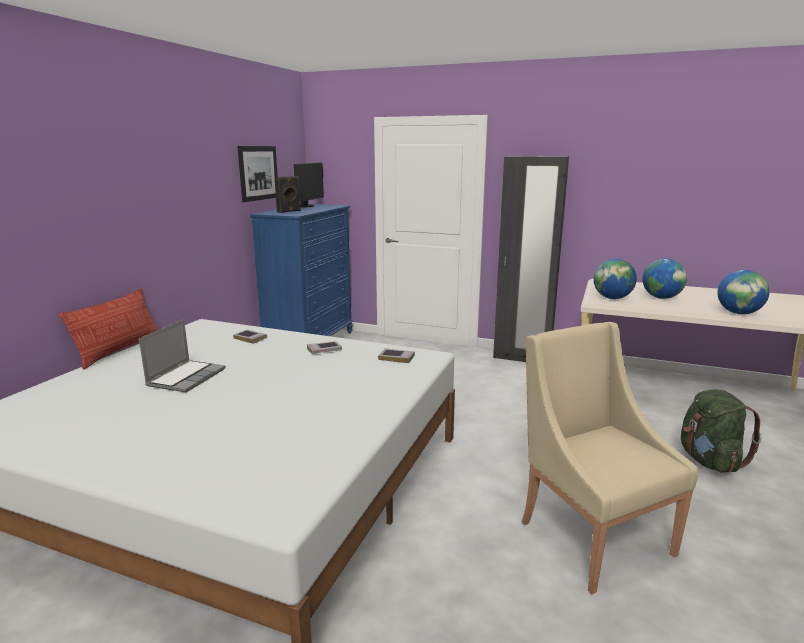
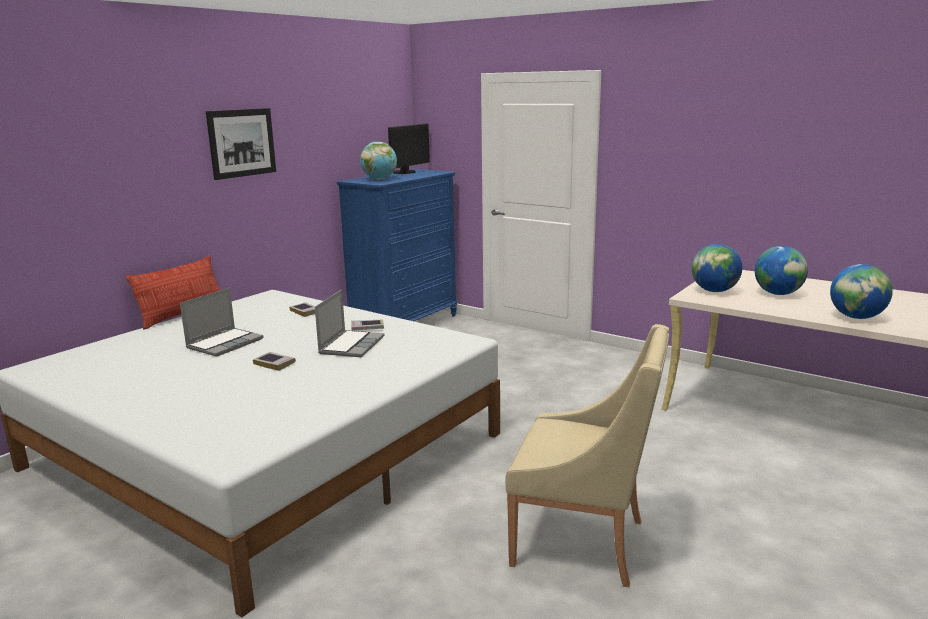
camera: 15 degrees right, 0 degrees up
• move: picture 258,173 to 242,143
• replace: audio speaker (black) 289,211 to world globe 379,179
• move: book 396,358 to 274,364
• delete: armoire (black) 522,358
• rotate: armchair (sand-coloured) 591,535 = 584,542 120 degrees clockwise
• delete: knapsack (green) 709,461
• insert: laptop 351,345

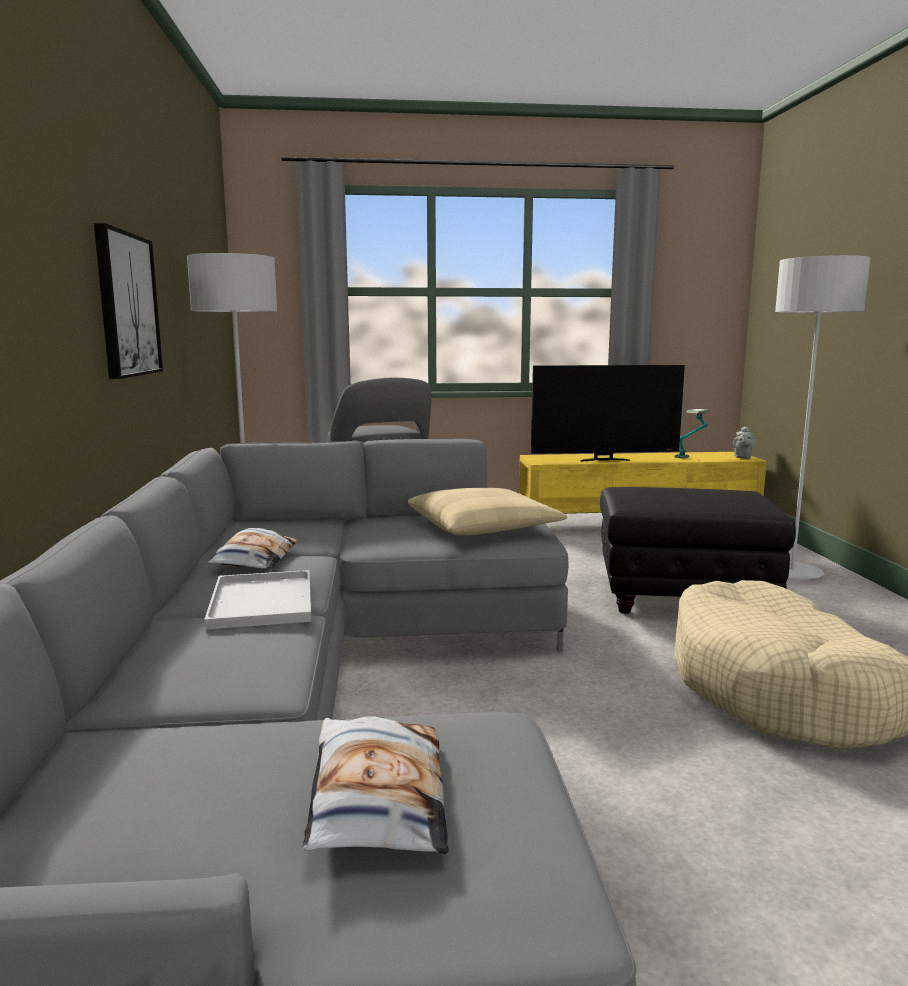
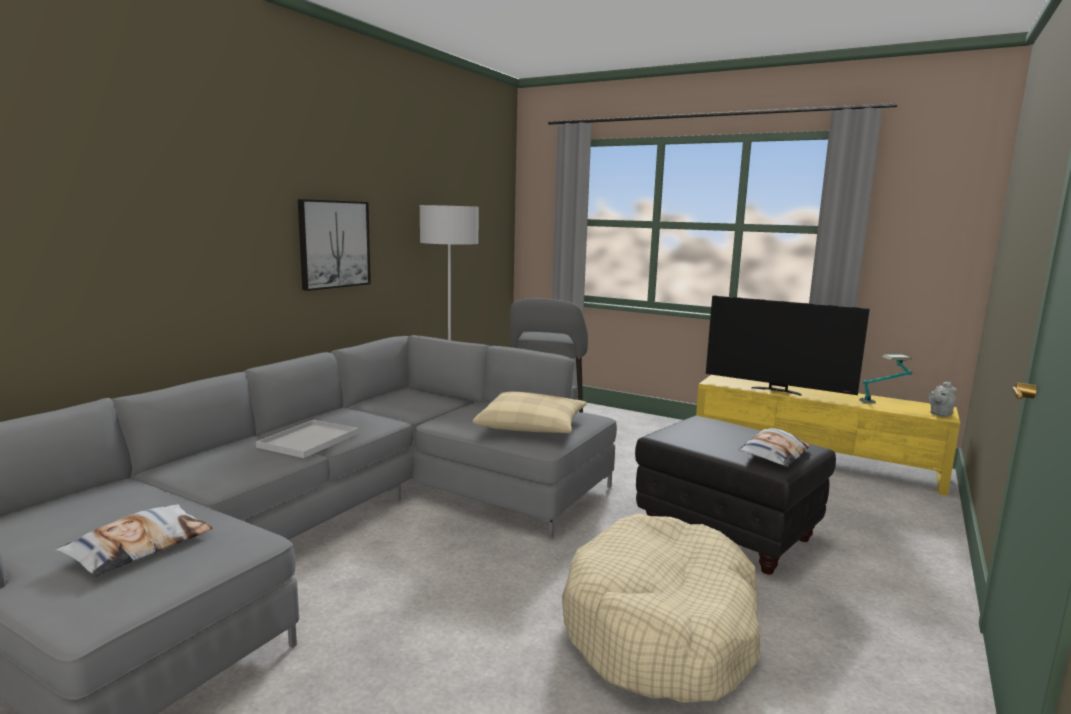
camera: 35 degrees right, 0 degrees up
• move: pillow 254,559 to 773,454
• delete: standard lamp (gray) 792,573

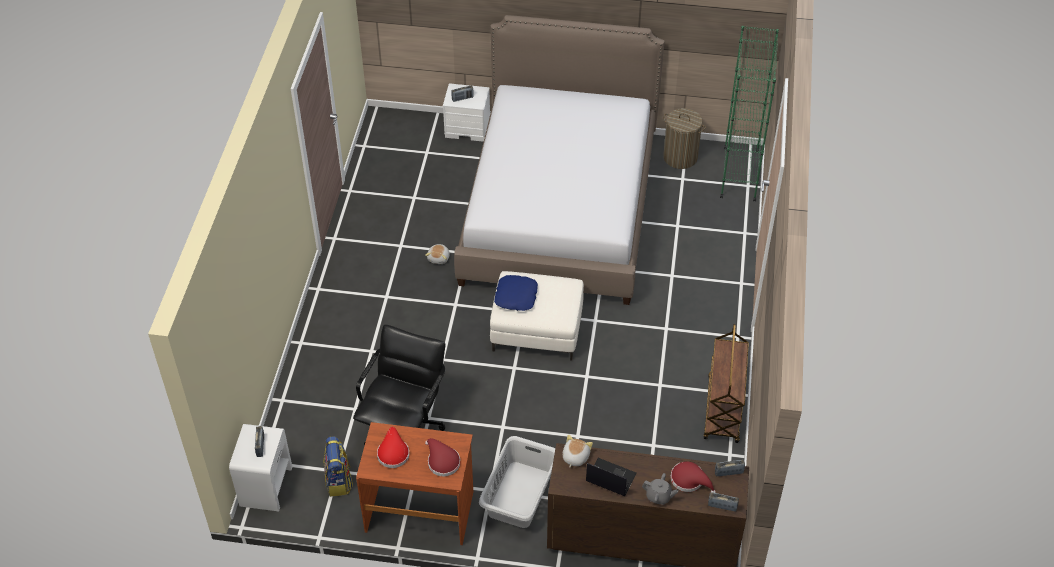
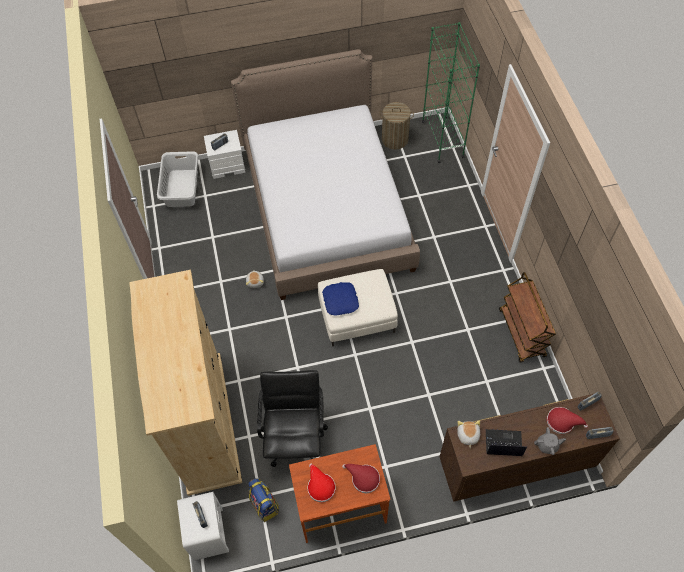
camera: 20 degrees left, 10 degrees up
• move: washing basket (gray) 518,495 to 181,188
• insert: armoire (sand-coloured) 204,422

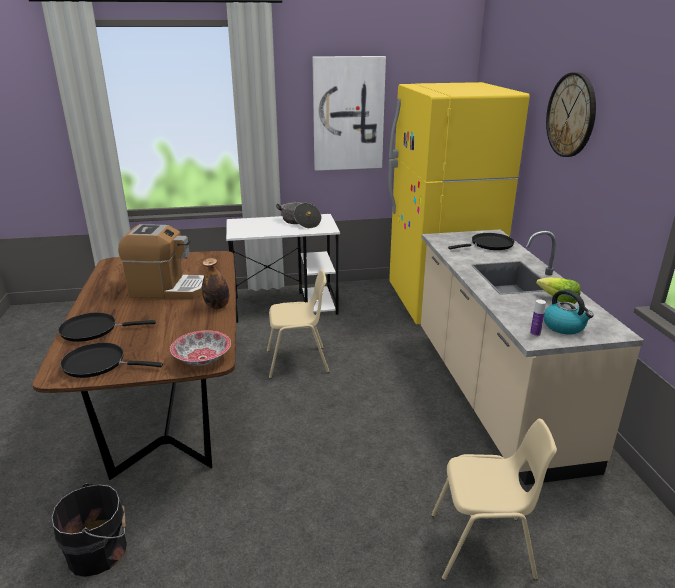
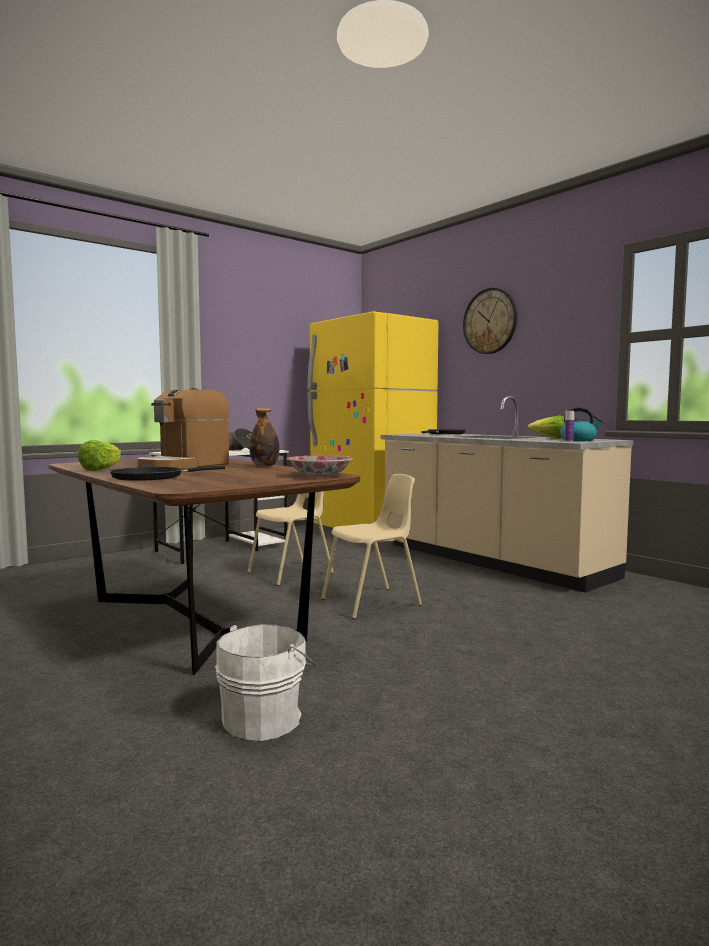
camera: 30 degrees left, 20 degrees down
• recolor: water bucket (black) 100,551 to water bucket (white-coloured) 265,717
• delete: frying pan (black) 98,364
• rotate: coffee machine 168,289 = 184,465 150 degrees clockwise
• delete: picture 348,114
• move: upright chair (sand-coloured) 483,547 to 372,603
• insert: lettuce head 101,470

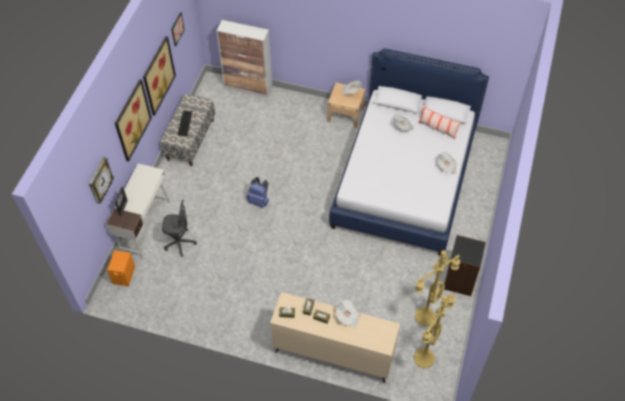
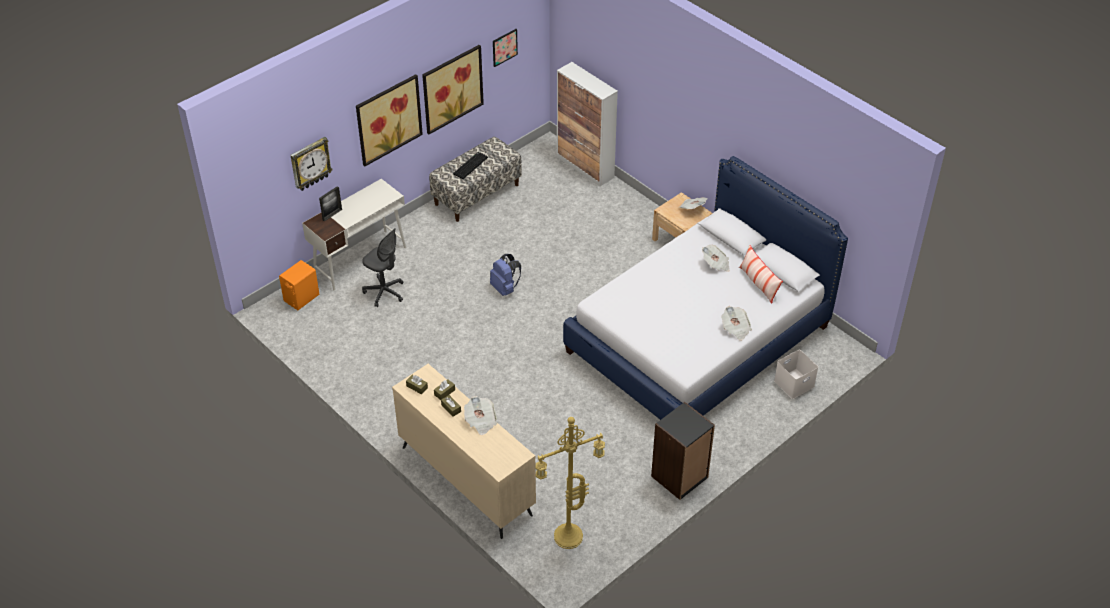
camera: 30 degrees right, 10 degrees down
• delete: standard lamp (yellowish) 425,318
• insert: storage box (white-coloured) 794,384

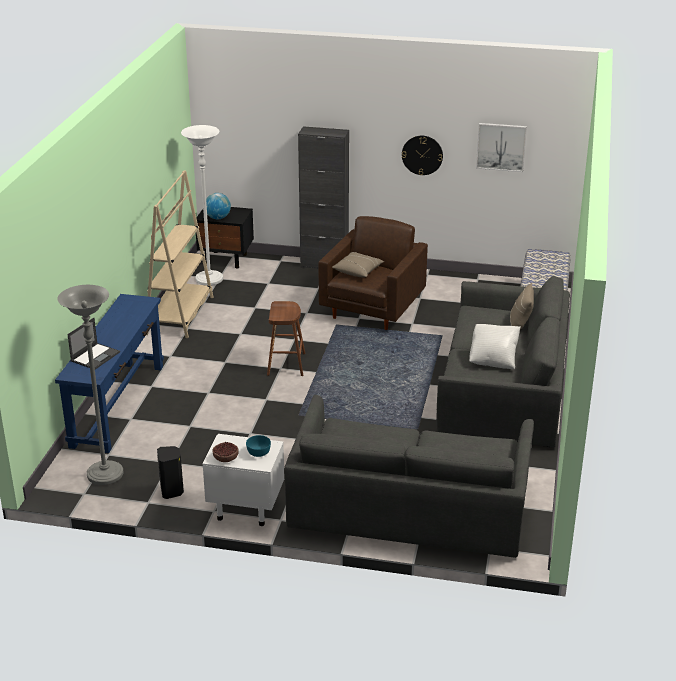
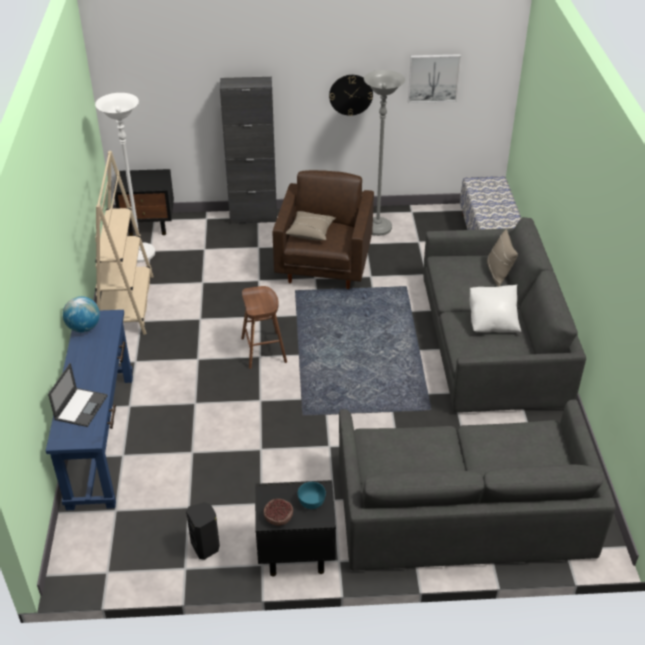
camera: 15 degrees left, 10 degrees up
• move: standard lamp (gray) 105,475 to 377,228
• recolor: bedside table (white-coloured) 245,509 to bedside table (black) 295,554
• move: world globe 218,218 to 84,327

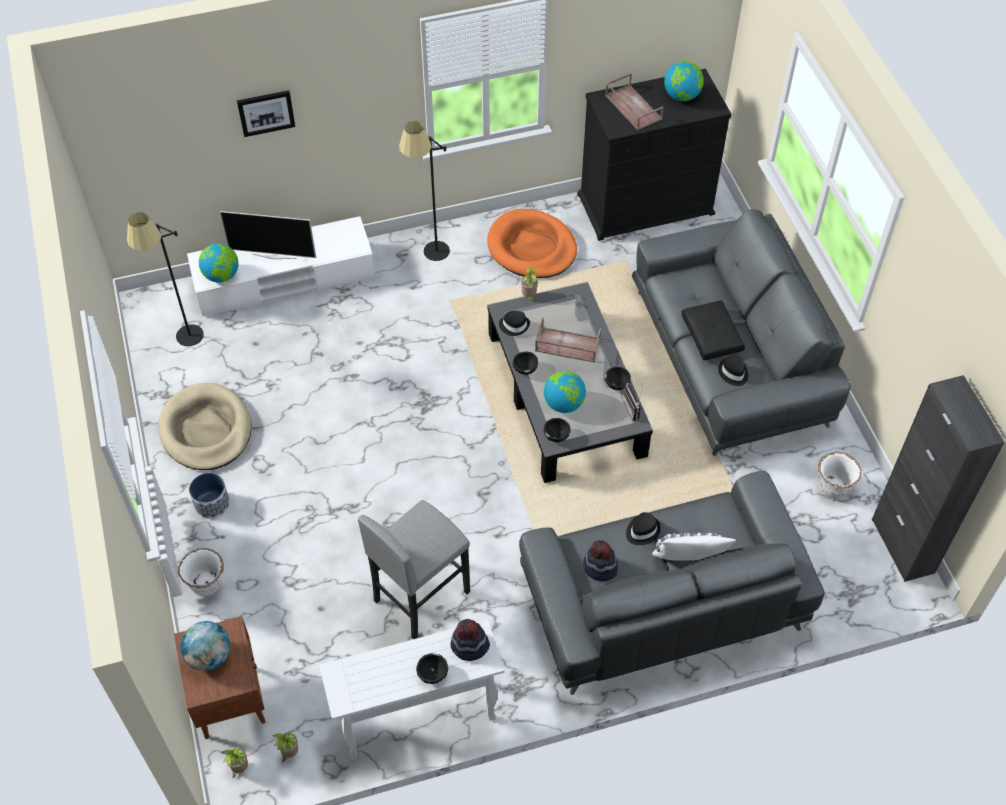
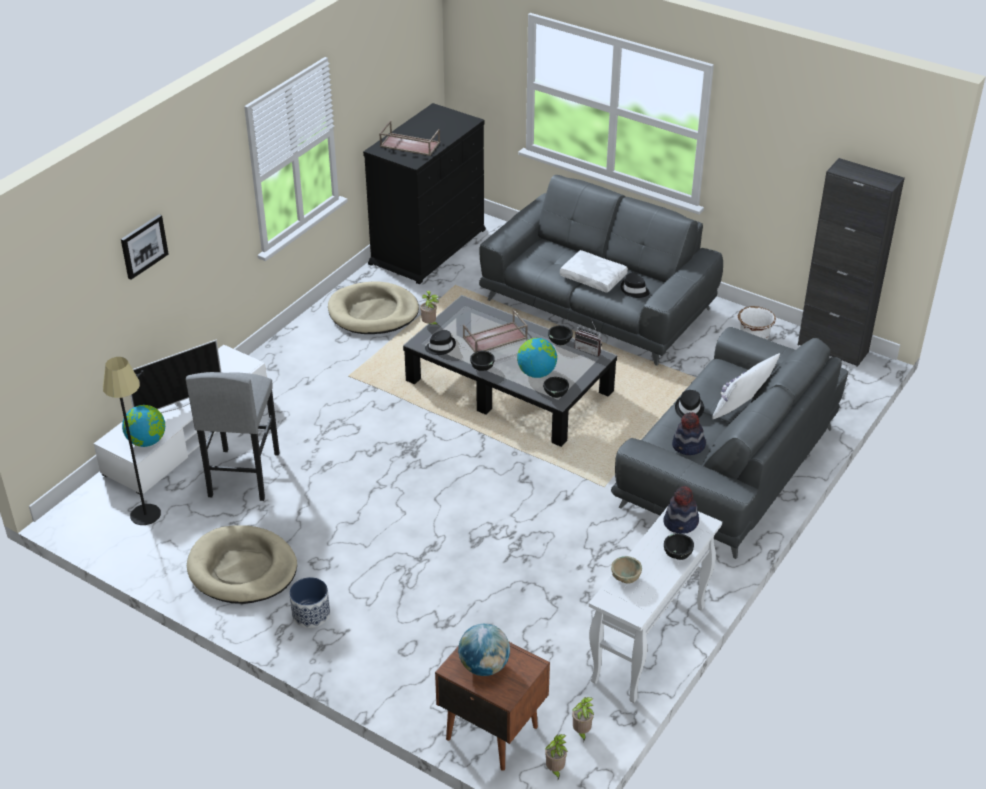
camera: 40 degrees left, 15 degrees down
• delete: plant pot (white-coloured) 207,584
• move: stool seat (gray) 421,596 to 243,475
• delete: standard lamp (black) 430,259
• recolor: dog cushion (orange) 532,247 to dog cushion (sand-coloured) 373,312
• delete: world globe 682,96
• recolor: pillow (black) 712,335 to pillow (white-coloured) 594,277
• insert: deep dish (sand-coloured) 626,578

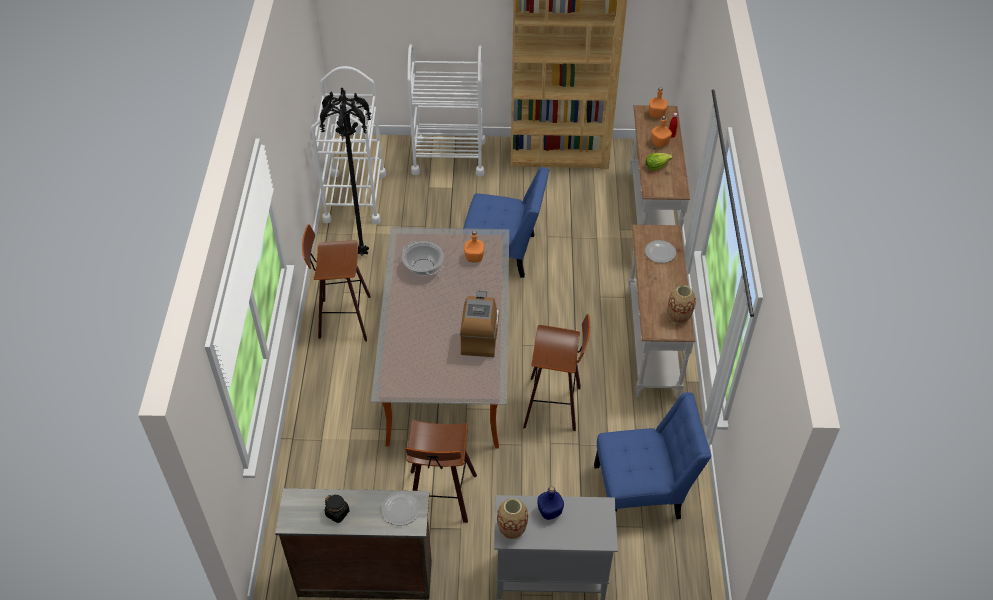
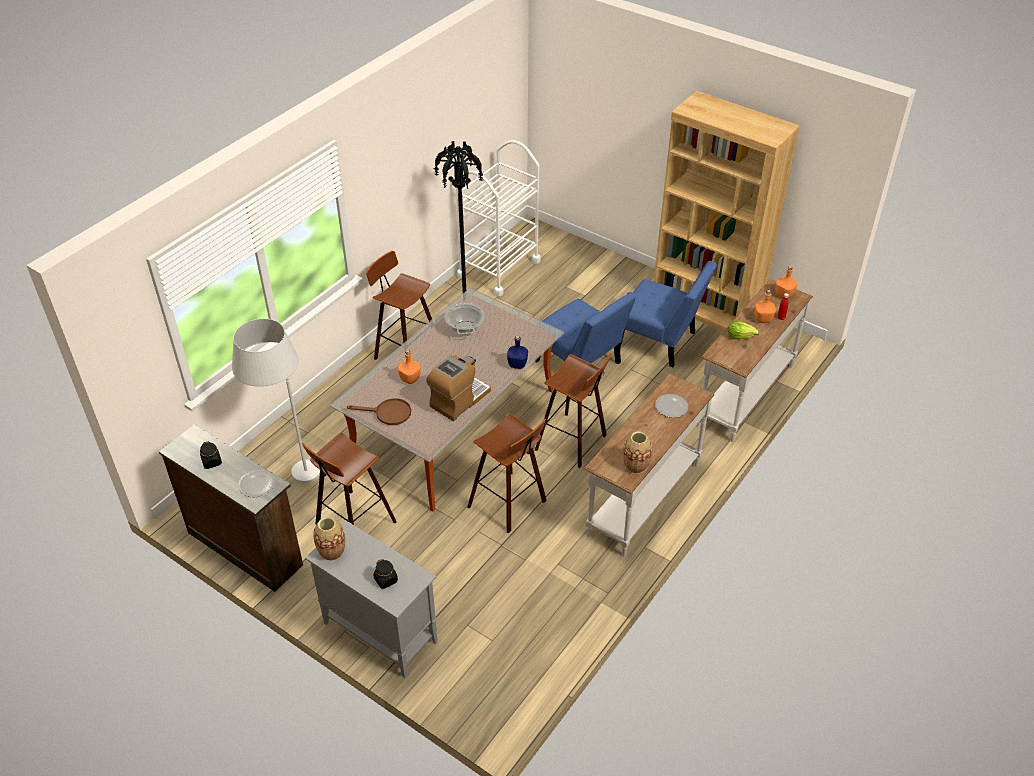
camera: 35 degrees right, 5 degrees down
• delete: wheeled cart (white-coloured) 448,157
• move: beverage bottle (orange) 474,258 to 410,379
• move: beverage bottle (blue-coloured) 549,512 to 517,364
• move: upright chair (blue-coloured) 643,491 to 660,342
• insert: standard lamp (white-coloured) 290,474
• insert: frying pan (brownish) 388,413
• insert: jar (black) 386,580
• insert: stool seat 574,442

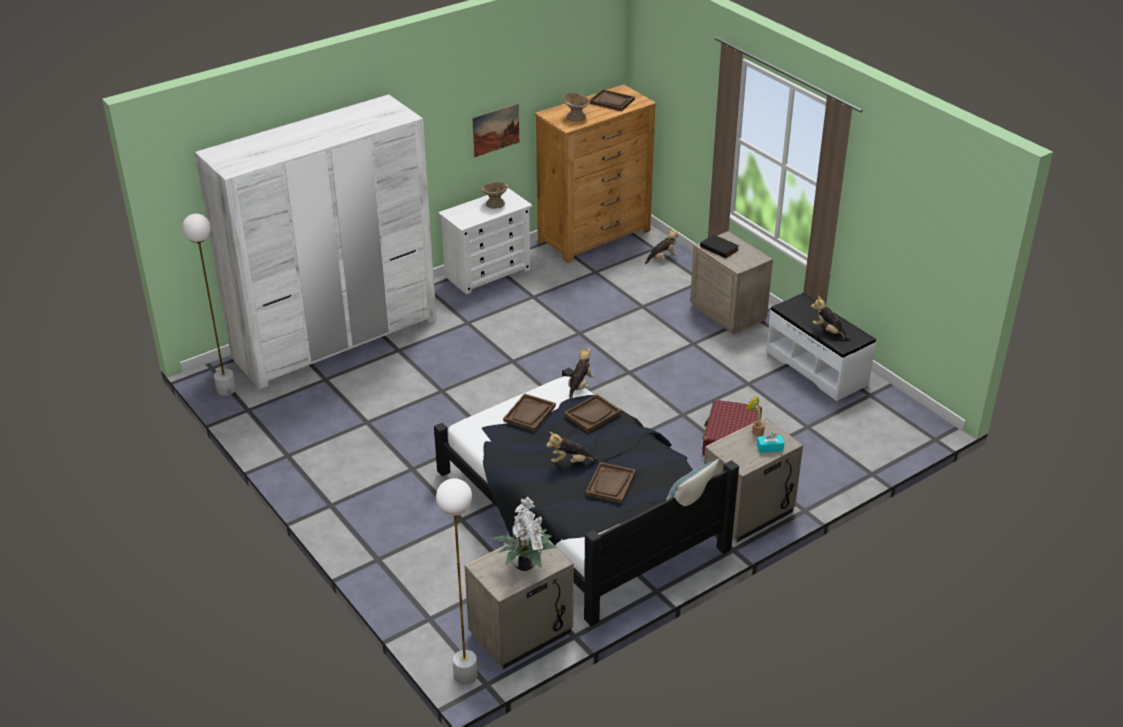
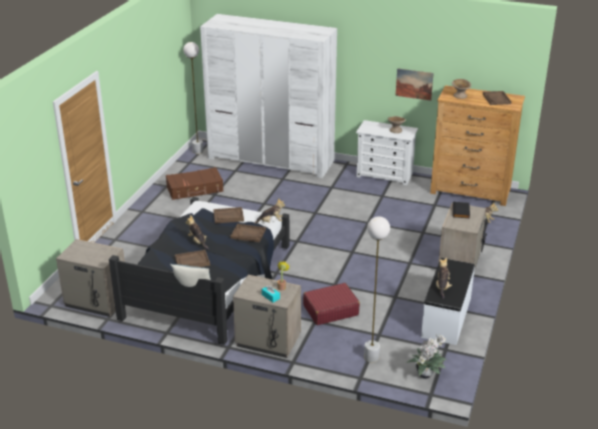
camera: 55 degrees right, 5 degrees down
• move: standard lamp (white-coloured) 465,675 to 371,357
• move: potted plant 525,563 to 426,374
• insert: travel case (brownish) 195,189

